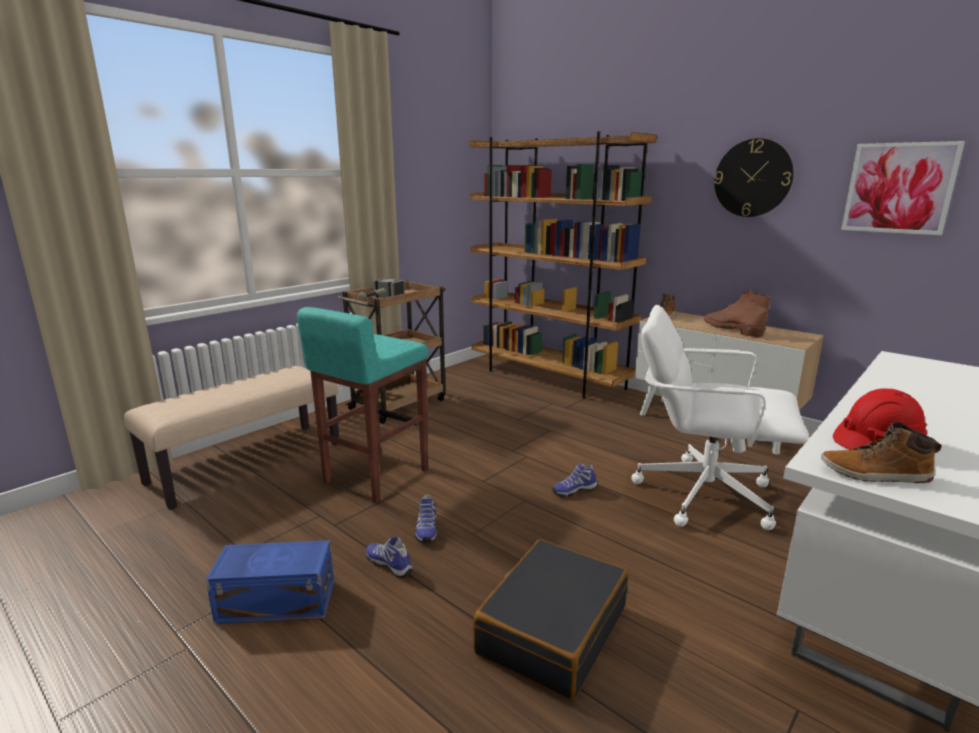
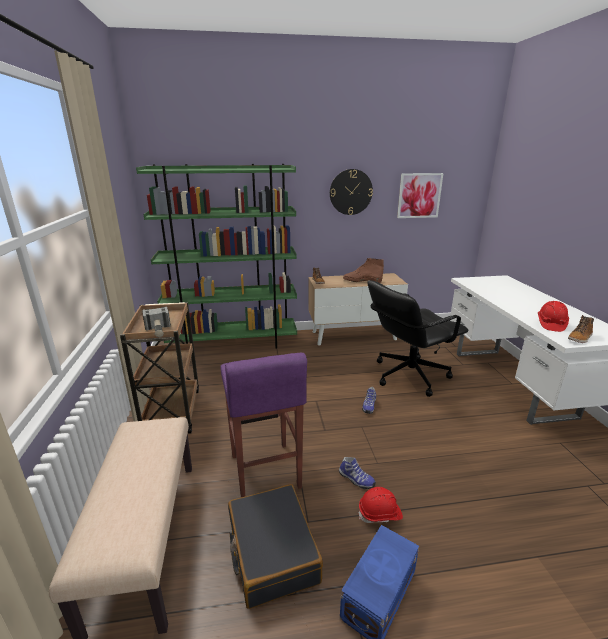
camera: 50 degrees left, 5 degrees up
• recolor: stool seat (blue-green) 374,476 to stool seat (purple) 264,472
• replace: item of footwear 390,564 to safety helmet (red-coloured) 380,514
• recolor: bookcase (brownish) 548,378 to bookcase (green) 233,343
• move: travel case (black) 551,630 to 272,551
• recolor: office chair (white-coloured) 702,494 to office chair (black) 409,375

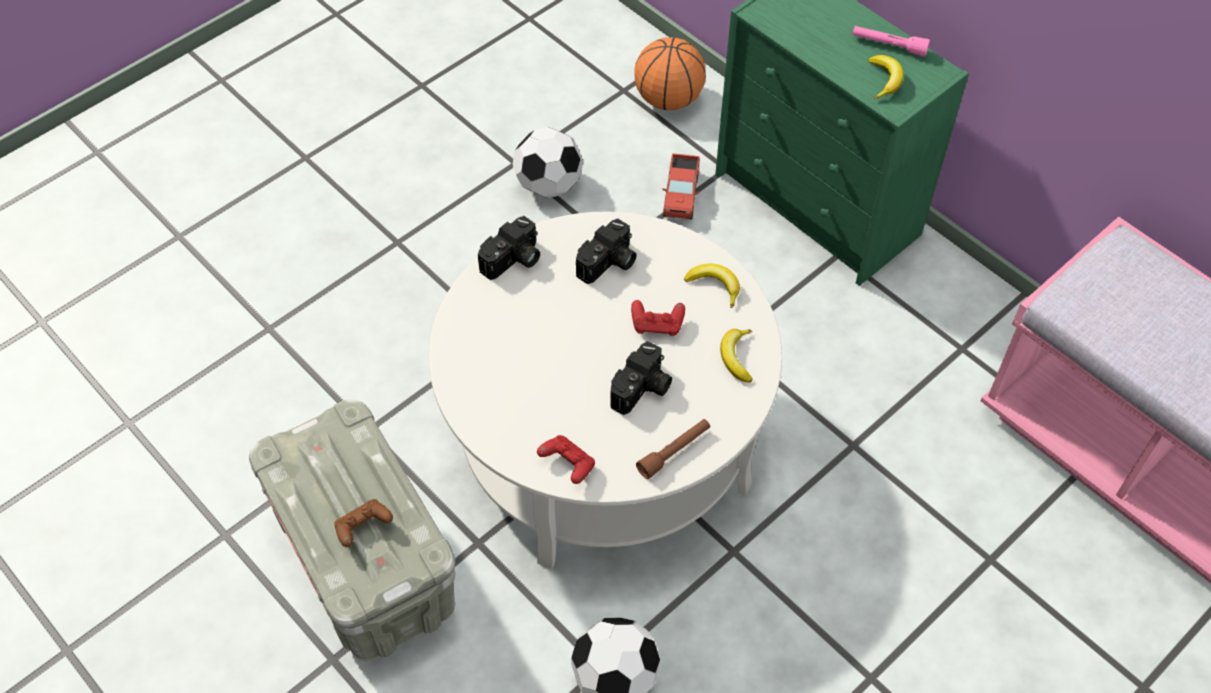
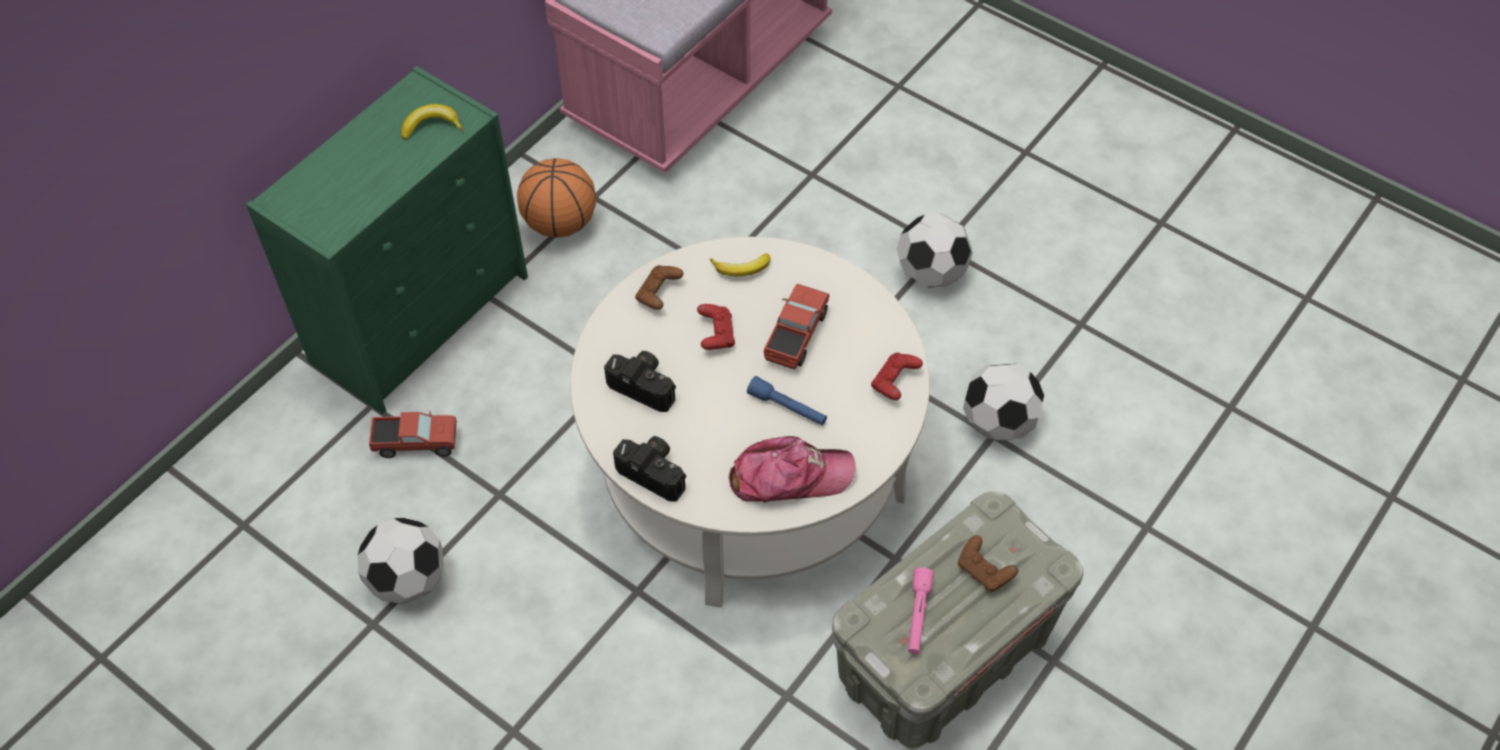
camera: 100 degrees left, 0 degrees up
• replace: photo camera 642,390 to toy truck 796,336
• move: basketball 668,99 to 560,223
• delete: torch (brownish) 674,452
• replace: banana 715,286 to game controller (brownish) 658,294
• move: torch (pinkish) 888,46 to 917,616
• insert: peaked cap 790,477
• insert: torch (blue-coloured) 787,408
• insert: ball for football 931,273

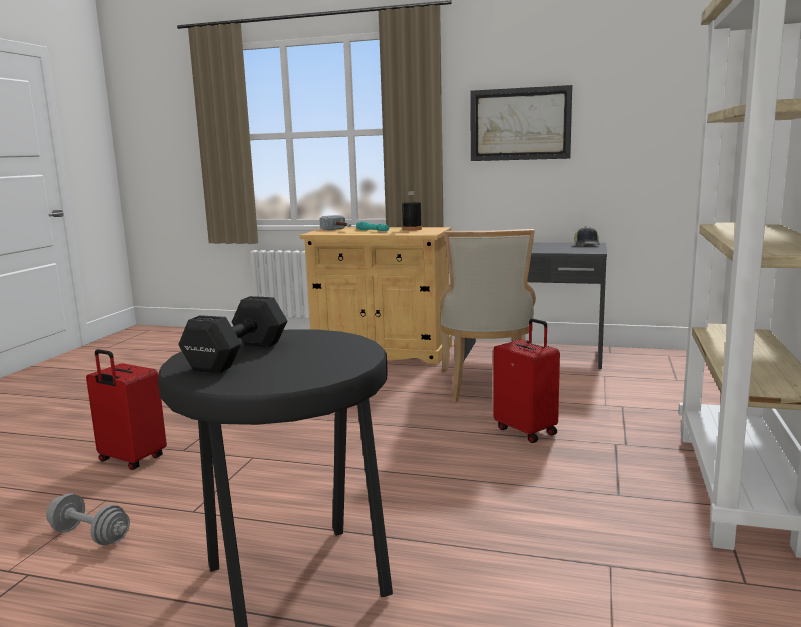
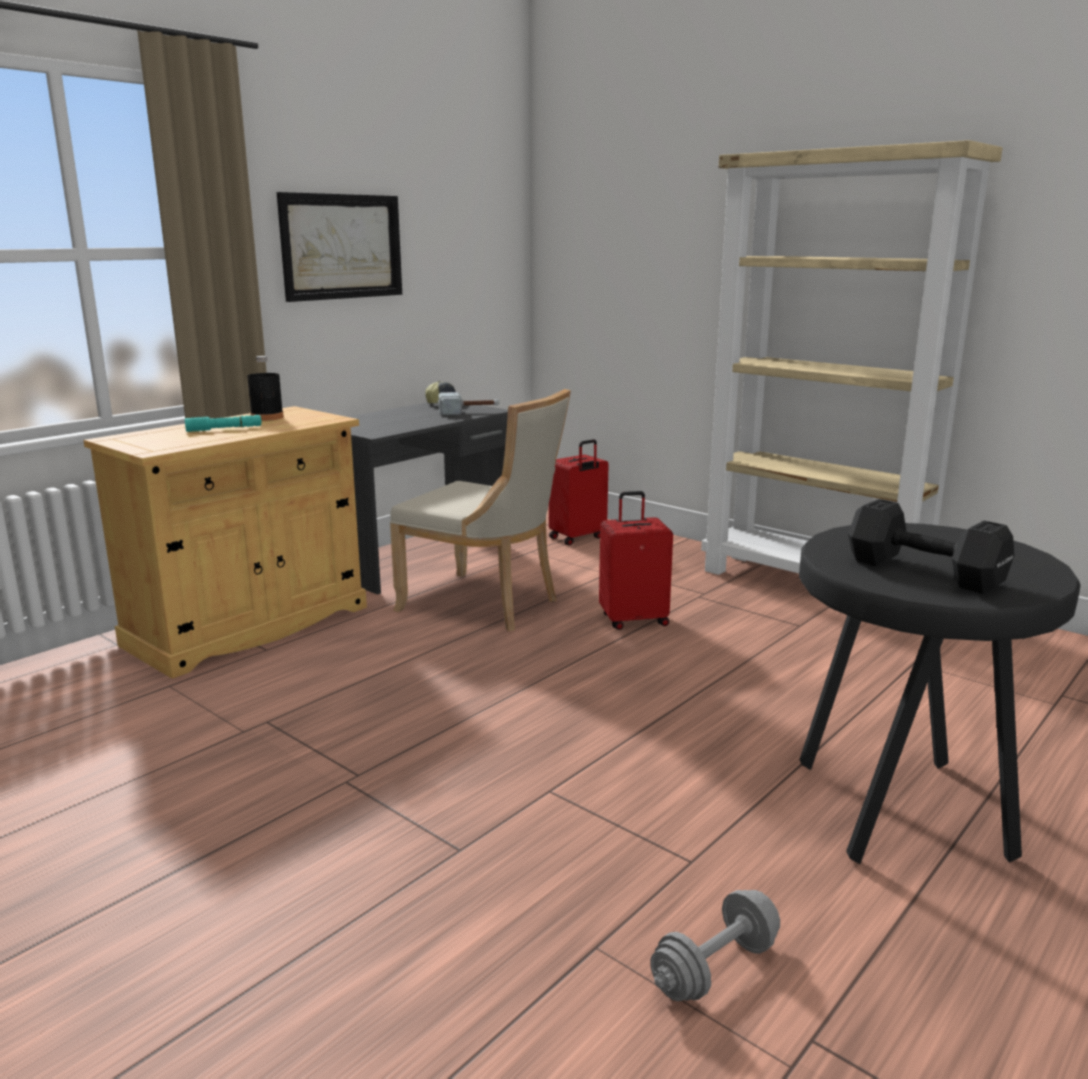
camera: 65 degrees left, 5 degrees up
• move: travel case (red-coloured) 131,460 to 578,538
• move: hand hammer 339,230 to 469,412

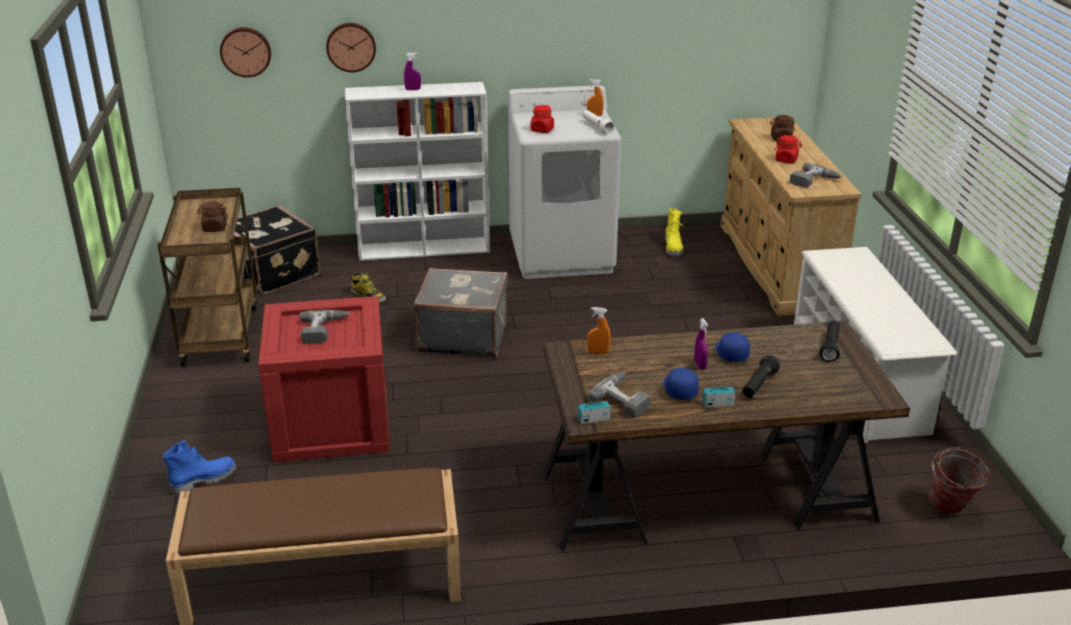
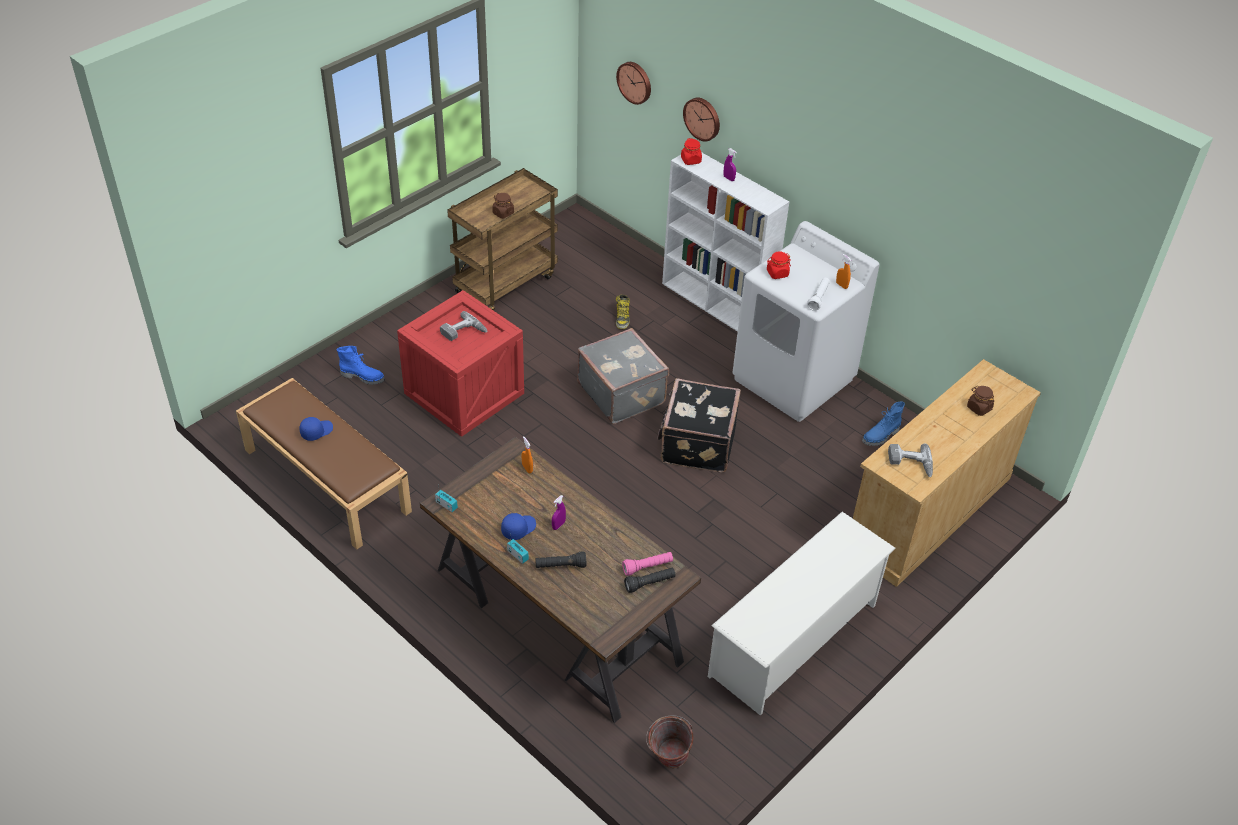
camera: 50 degrees right, 15 degrees up
• move: travel case (black) 272,273 to 696,444
• delete: electric drill 625,398
• recolor: boot (yellowish) 673,248 to boot (blue-coloured) 881,436
• move: peaked cap (blue-coloured) 730,353 to 316,431
• move: jar (red-coloured) 786,160 to 691,160
• insert: torch (pinkish) 647,567

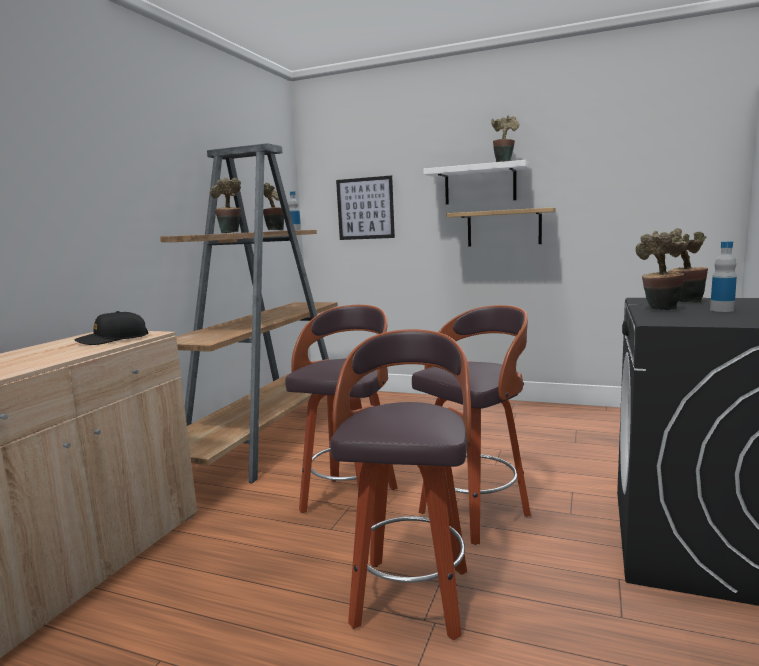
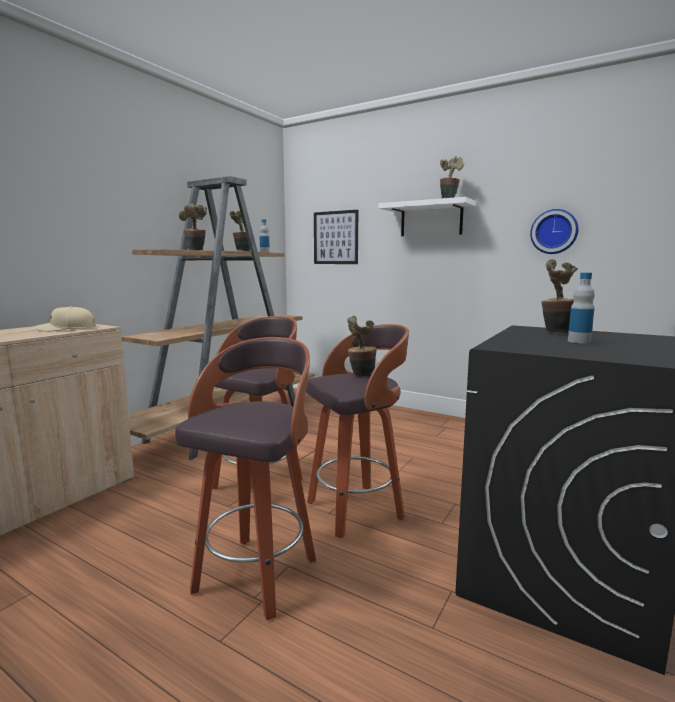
camera: 10 degrees right, 0 degrees up
• recolor: peaked cap (black) 113,339 to peaked cap (sand-coloured) 66,329
• delete: shelf 504,228
• move: potted plant 659,310 to 360,376
• insert: hanging clock 554,232

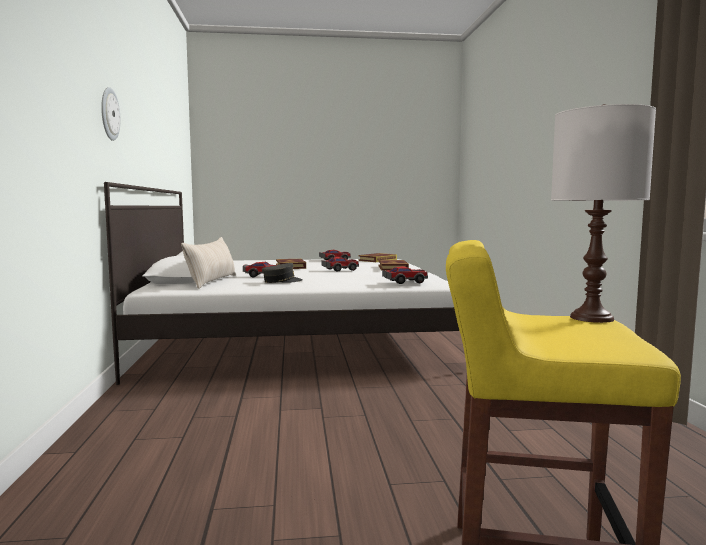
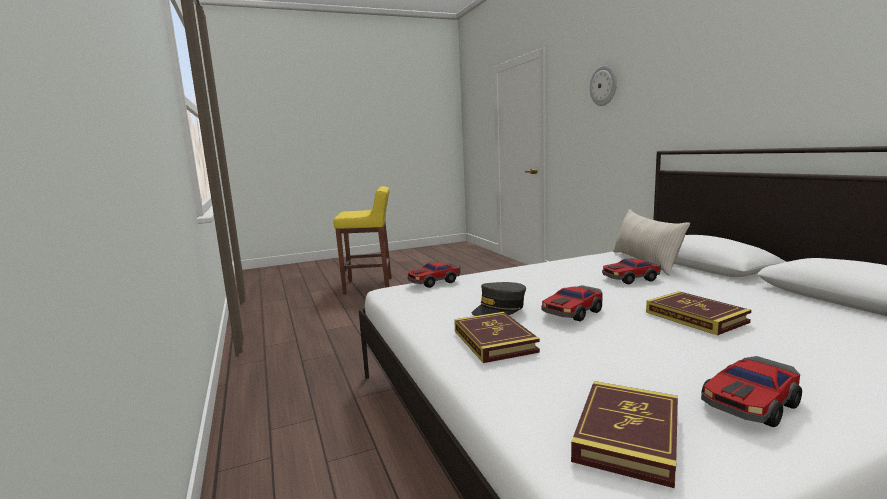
camera: 165 degrees right, 5 degrees up
• move: hanging clock 109,114 to 603,85
• move: peaked cap (gray) 282,281 to 499,309
• delete: table lamp (white-coloured) 591,318

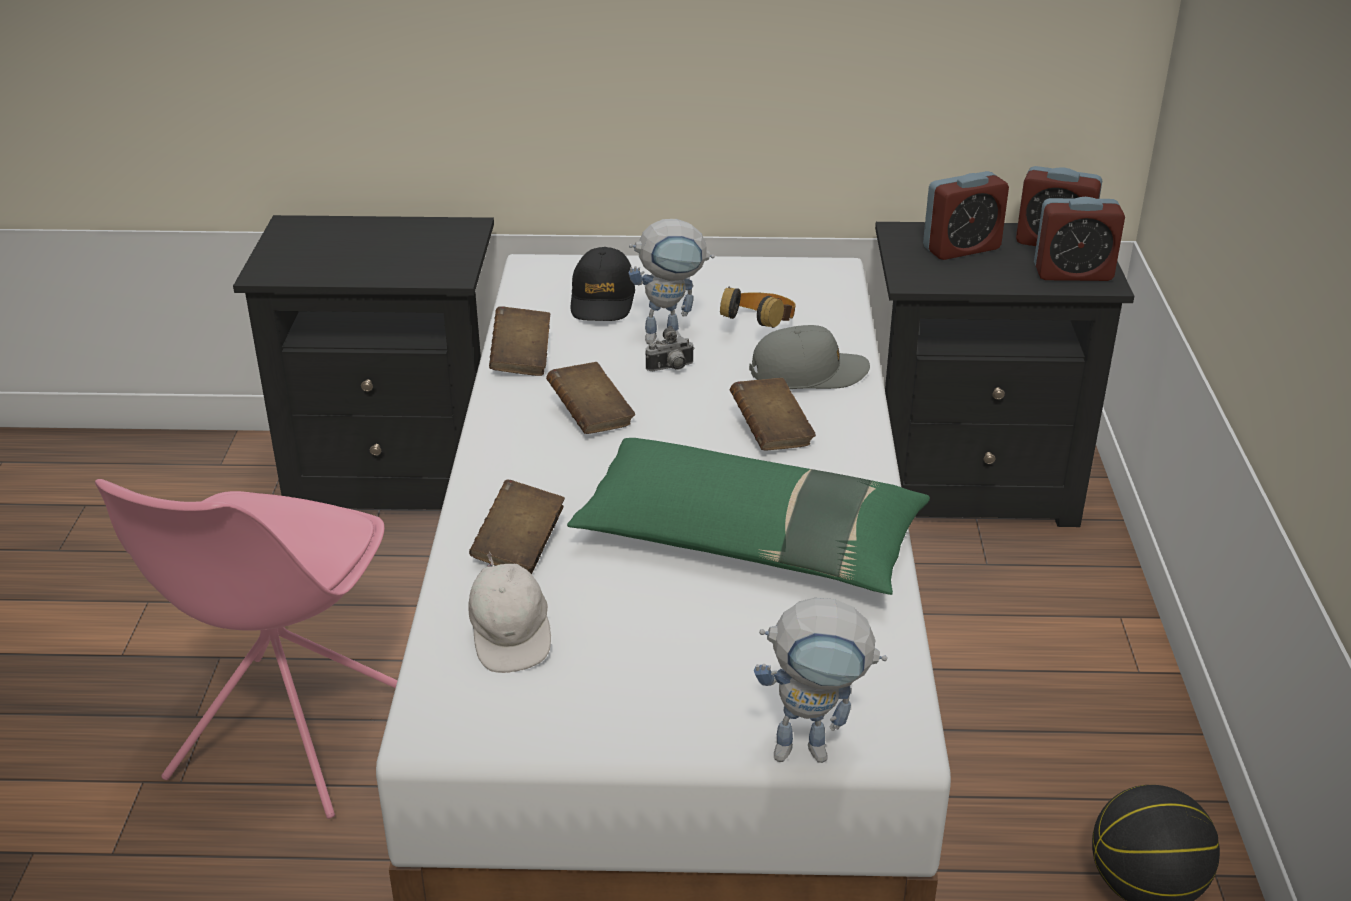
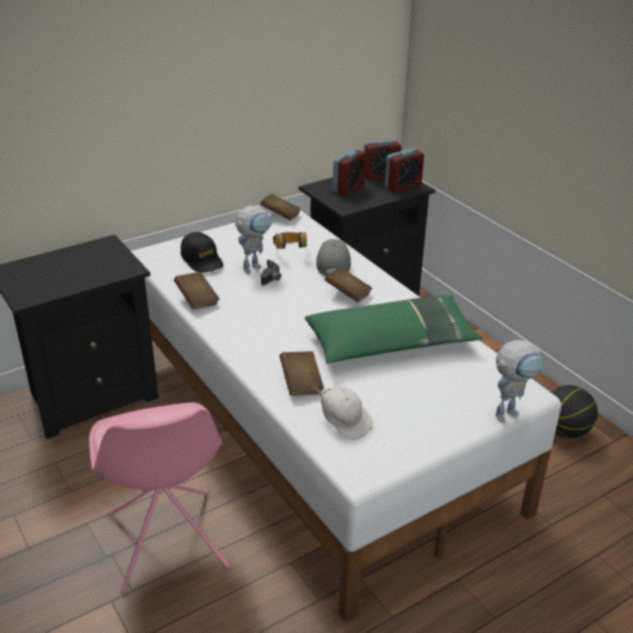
camera: 35 degrees left, 0 degrees up
• move: book (brownish) 591,416 to 280,216
• rotate: peaked cap (gray) 808,373 = 333,263 45 degrees counterclockwise

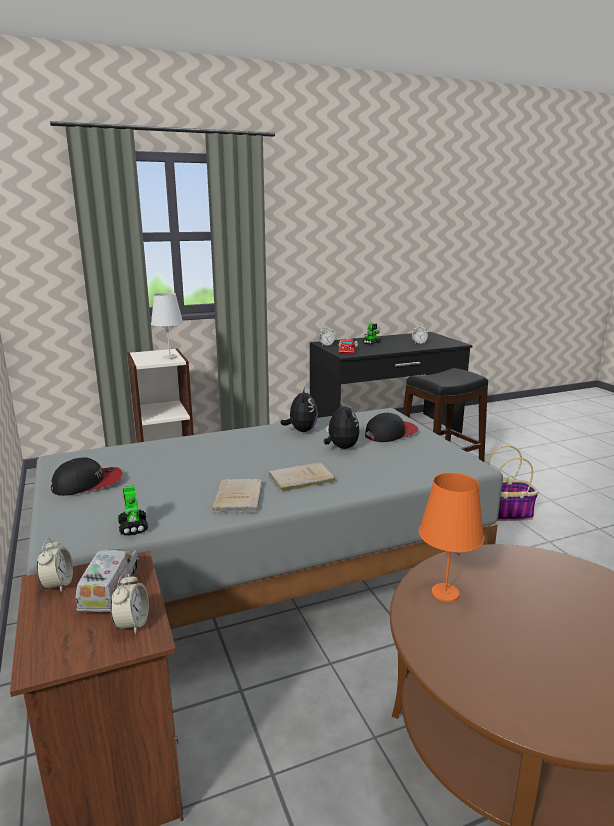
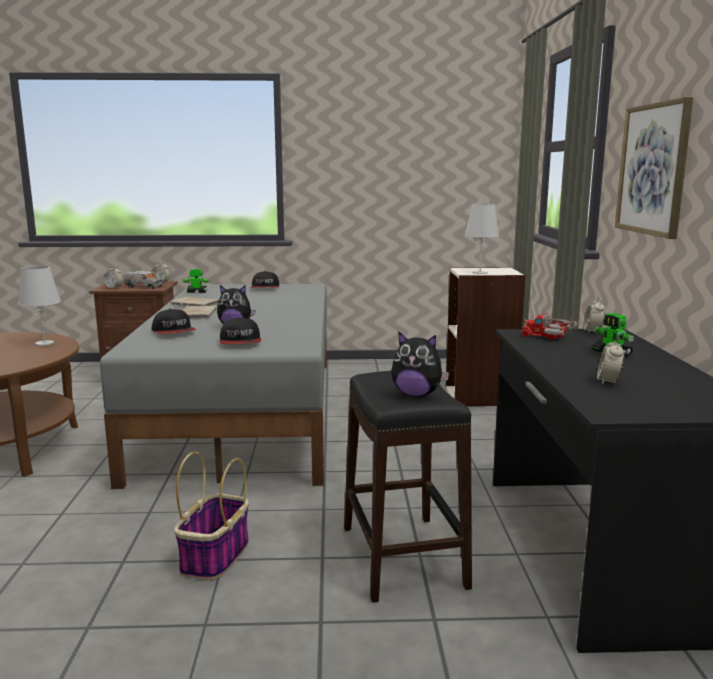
camera: 110 degrees right, 5 degrees down
• move: soft toy 301,430 to 417,394
• recolor: table lamp (orange) 445,593 to table lamp (white-coloured) 44,343
• insert: peaked cap 174,332
• insert: picture 653,169

